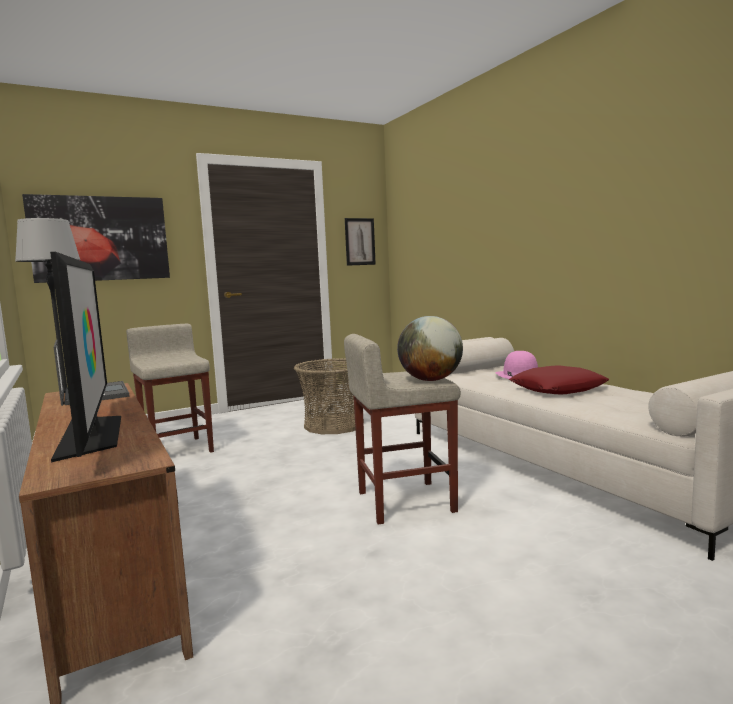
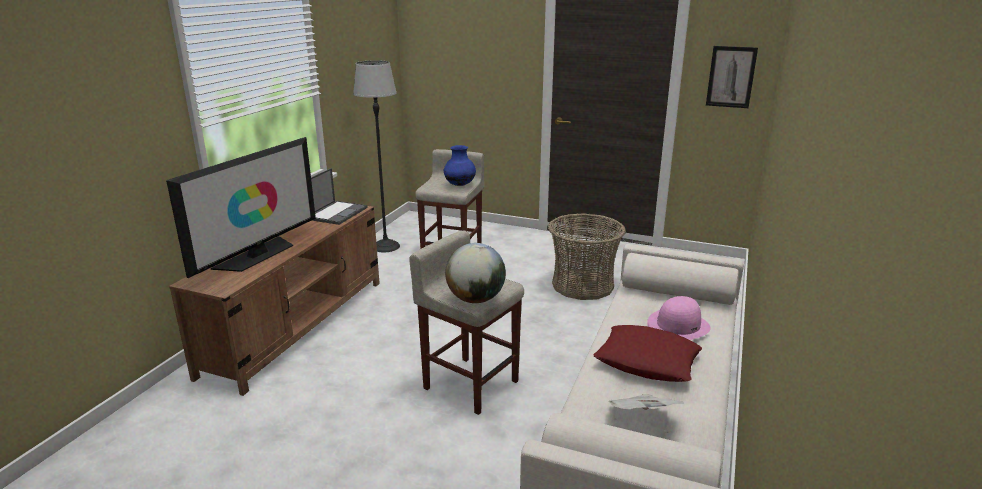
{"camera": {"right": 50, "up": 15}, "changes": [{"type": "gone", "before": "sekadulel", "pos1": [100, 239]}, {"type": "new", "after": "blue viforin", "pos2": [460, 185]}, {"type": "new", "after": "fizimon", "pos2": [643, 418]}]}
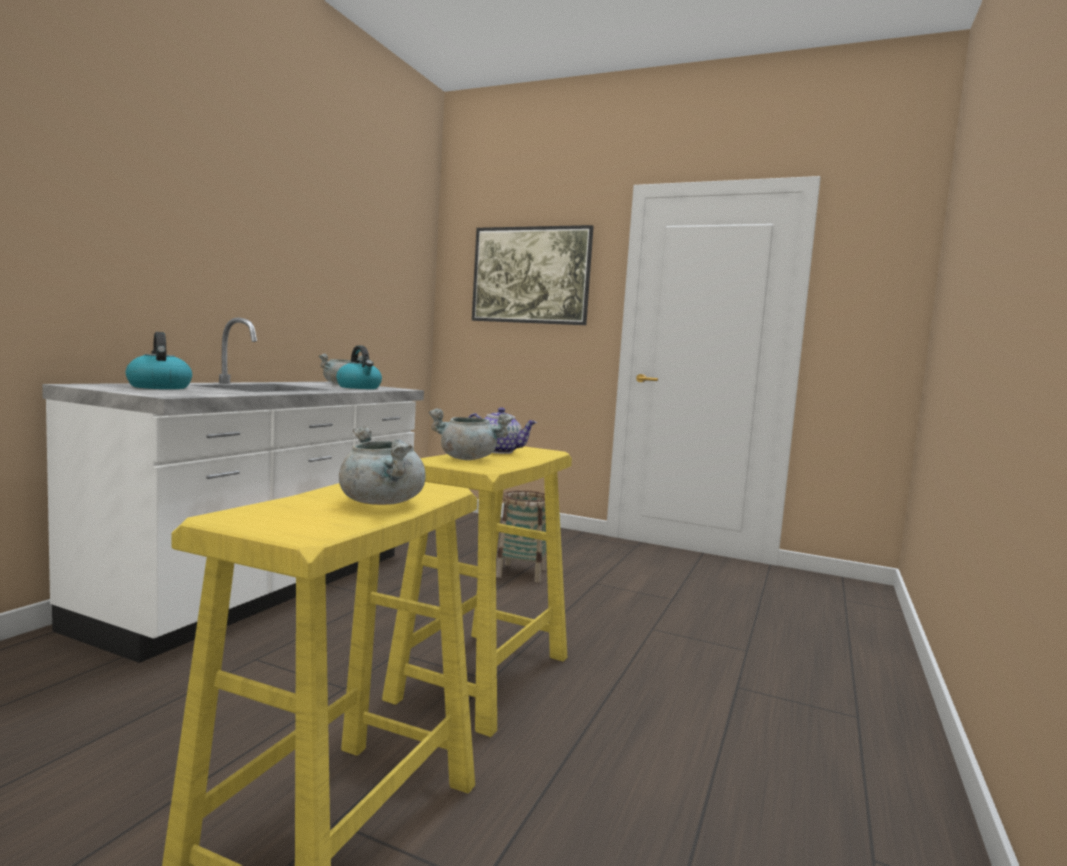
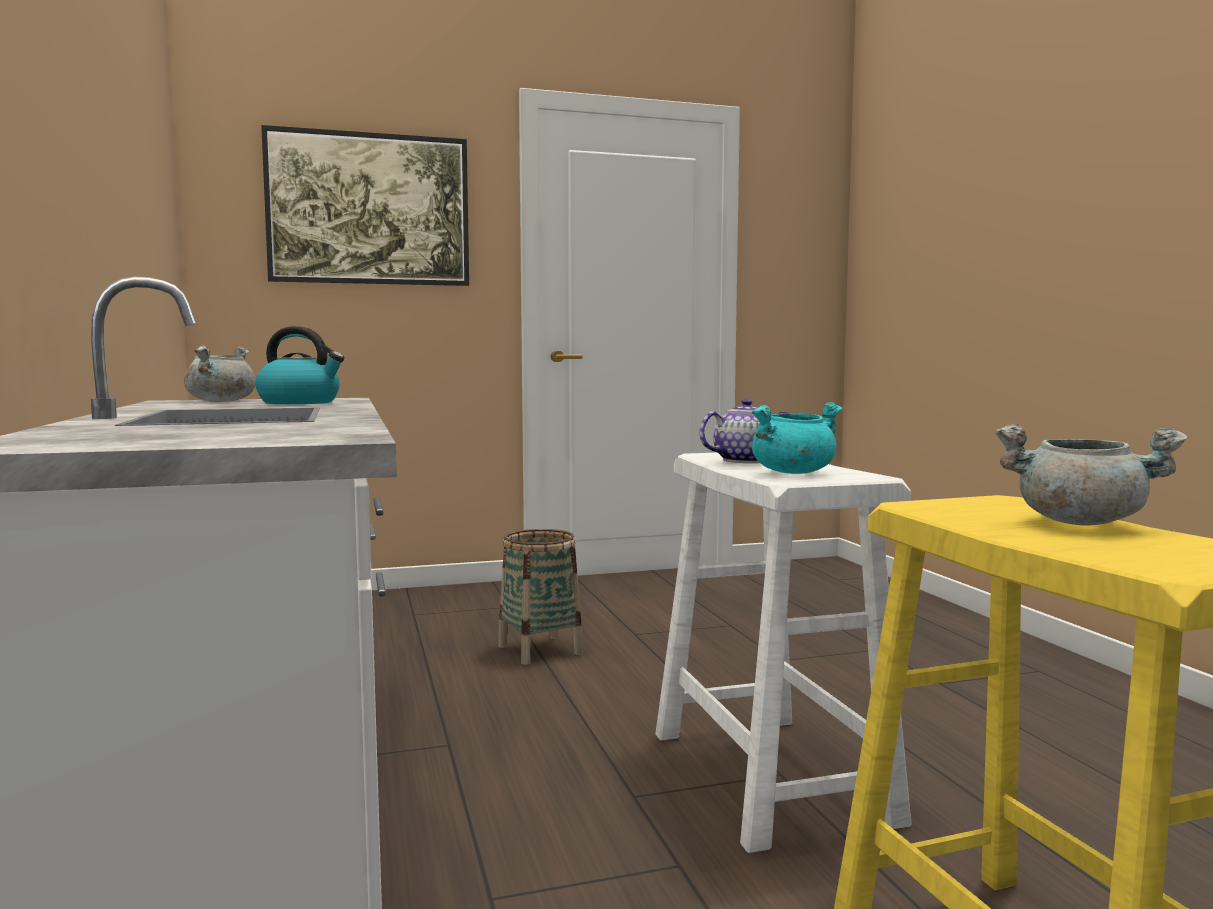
{"camera": {"right": -40, "up": 0}, "changes": [{"type": "gone", "before": "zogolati", "pos1": [159, 387]}, {"type": "repainted", "before": "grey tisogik", "after": "turquoise tisogik", "pos1": [468, 459], "pos2": [793, 472]}, {"type": "repainted", "before": "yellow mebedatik", "after": "white mebedatik", "pos1": [483, 677], "pos2": [769, 775]}]}
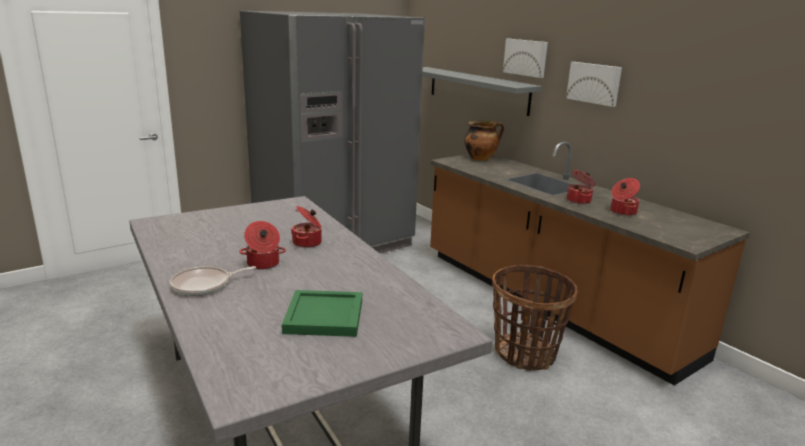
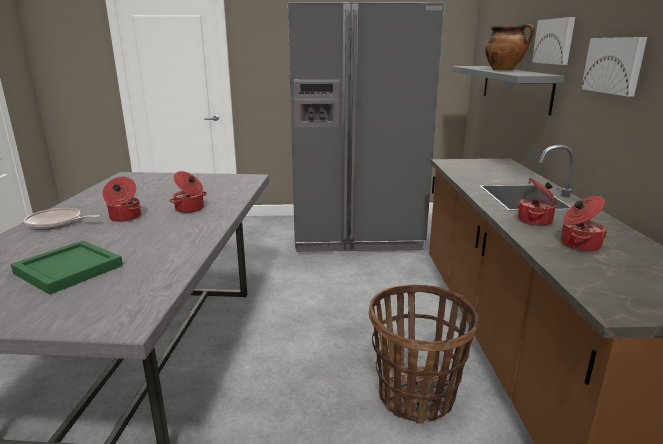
{"camera": {"right": 35, "up": 0}, "changes": [{"type": "shifted", "before": "tisogik", "pos1": [481, 158], "pos2": [504, 70]}]}
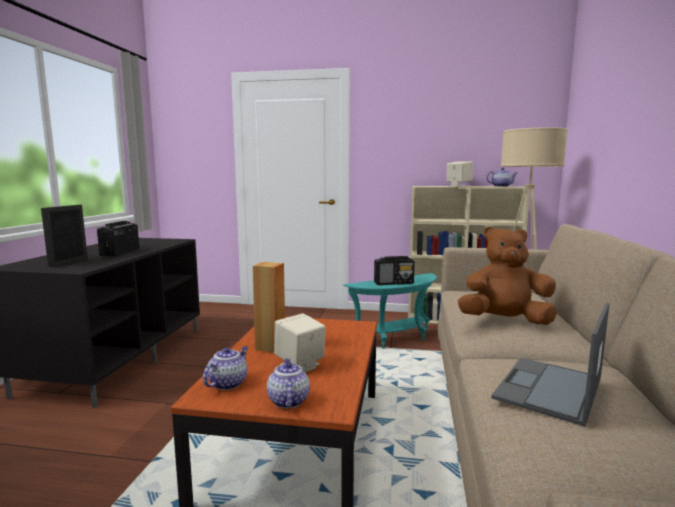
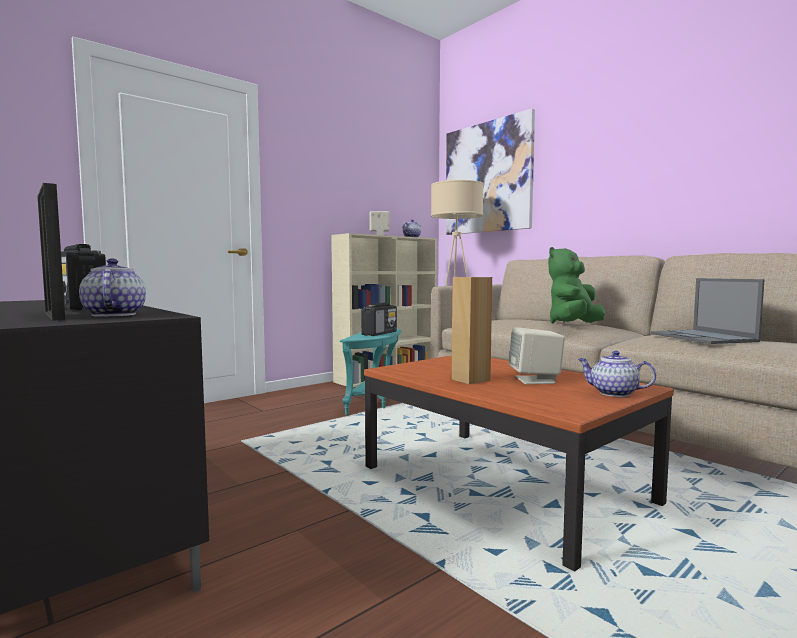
{"camera": {"right": -50, "up": -5}, "changes": [{"type": "repainted", "before": "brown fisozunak", "after": "green fisozunak", "pos1": [504, 321], "pos2": [573, 324]}, {"type": "shifted", "before": "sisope", "pos1": [228, 383], "pos2": [114, 315]}, {"type": "new", "after": "sekadulel", "pos2": [487, 177]}]}
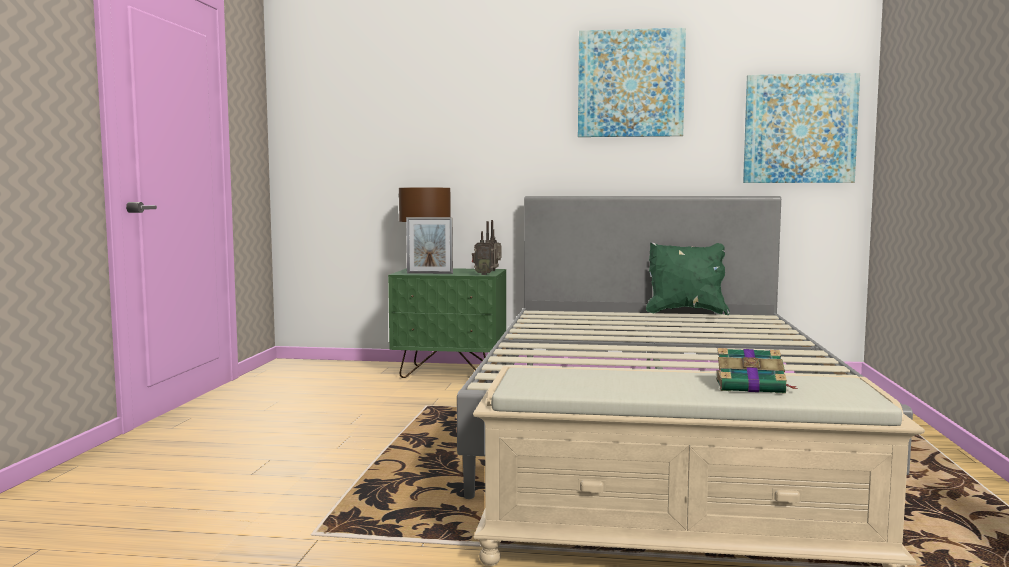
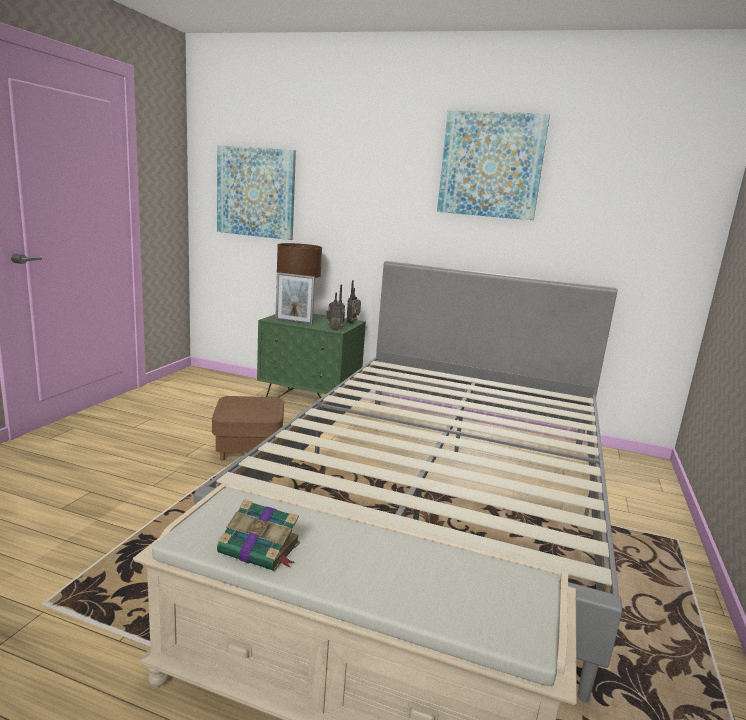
{"camera": {"right": 10, "up": 10}, "changes": [{"type": "shifted", "before": "sekadulel", "pos1": [799, 129], "pos2": [256, 192]}, {"type": "gone", "before": "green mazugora", "pos1": [685, 312]}, {"type": "shifted", "before": "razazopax", "pos1": [752, 386], "pos2": [261, 549]}, {"type": "new", "after": "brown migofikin", "pos2": [249, 448]}]}
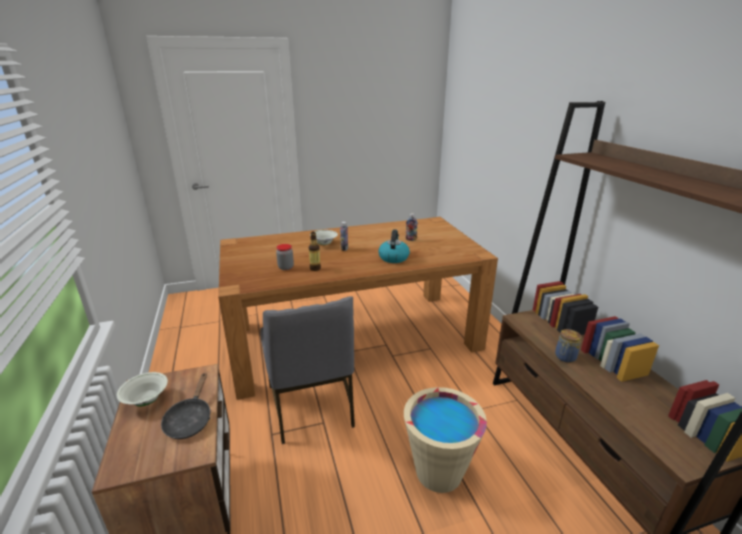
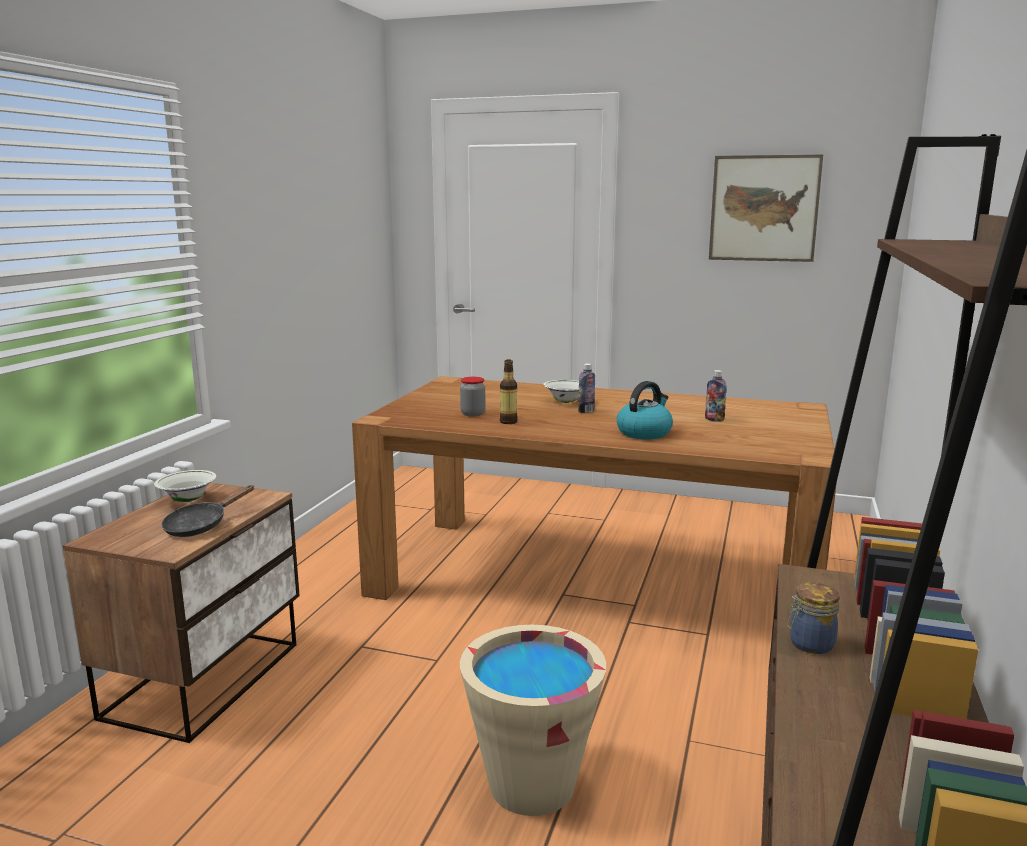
{"camera": {"right": 35, "up": -10}, "changes": [{"type": "gone", "before": "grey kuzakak", "pos1": [311, 406]}, {"type": "new", "after": "sekadulel", "pos2": [764, 208]}]}
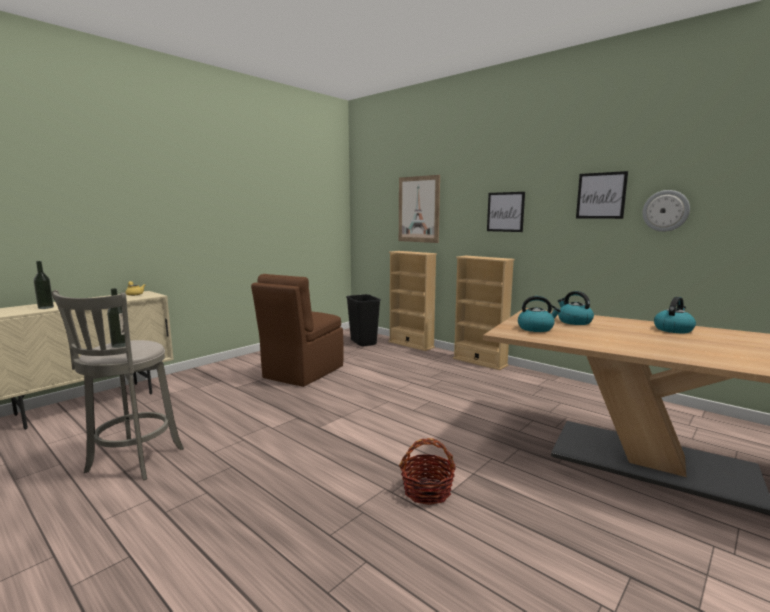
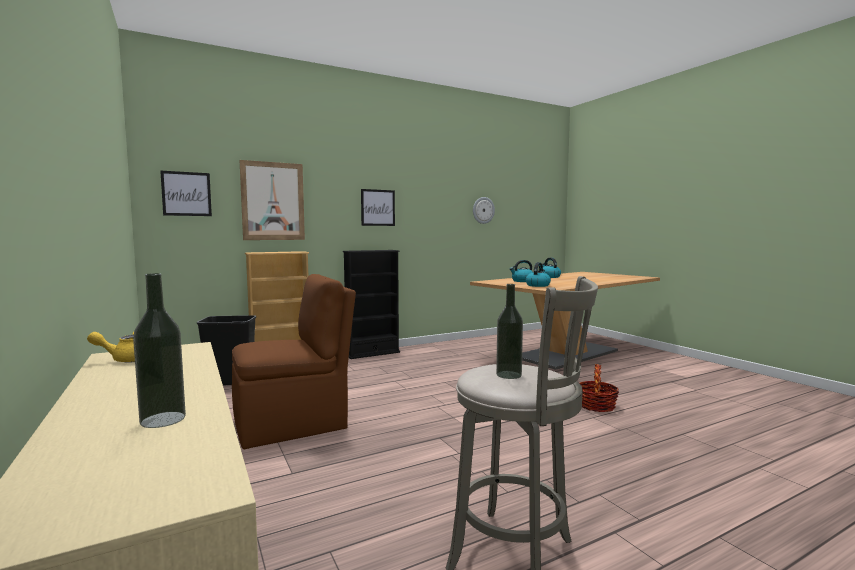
{"camera": {"right": -70, "up": -5}, "changes": [{"type": "shifted", "before": "sekadulel", "pos1": [601, 195], "pos2": [186, 194]}, {"type": "repainted", "before": "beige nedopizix", "after": "black nedopizix", "pos1": [480, 362], "pos2": [372, 353]}, {"type": "rotated", "before": "brown kuzakak", "pos1": [302, 372], "pos2": [294, 424], "turn": -75}]}
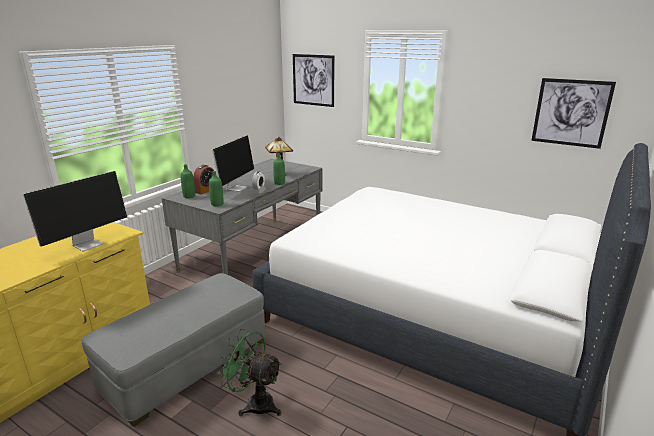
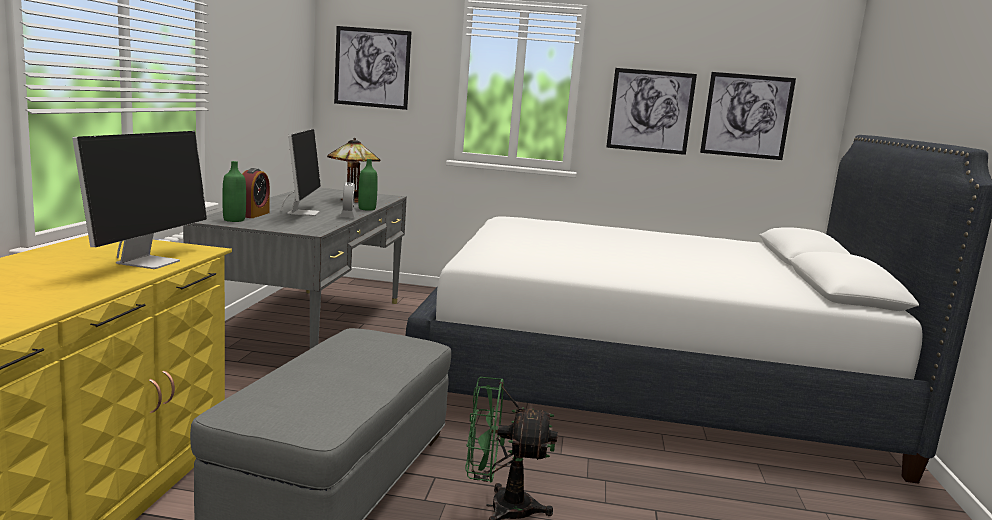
{"camera": {"right": -25, "up": -10}, "changes": [{"type": "gone", "before": "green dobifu", "pos1": [217, 204]}, {"type": "new", "after": "sekadulel", "pos2": [650, 111]}]}
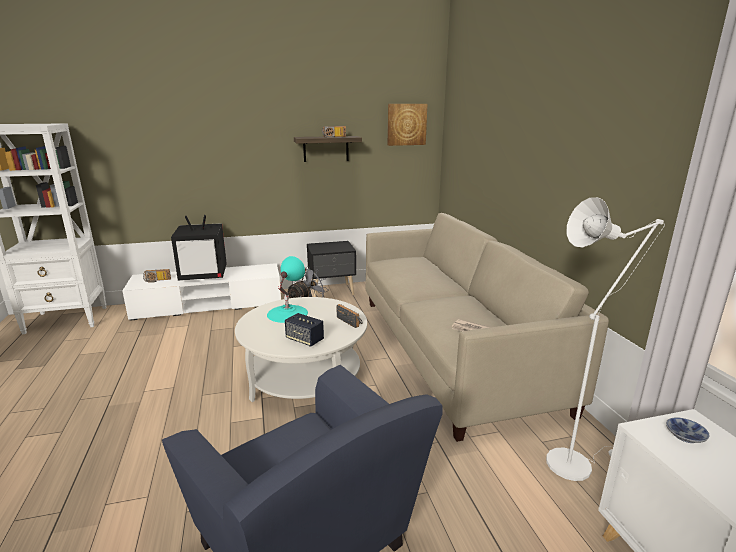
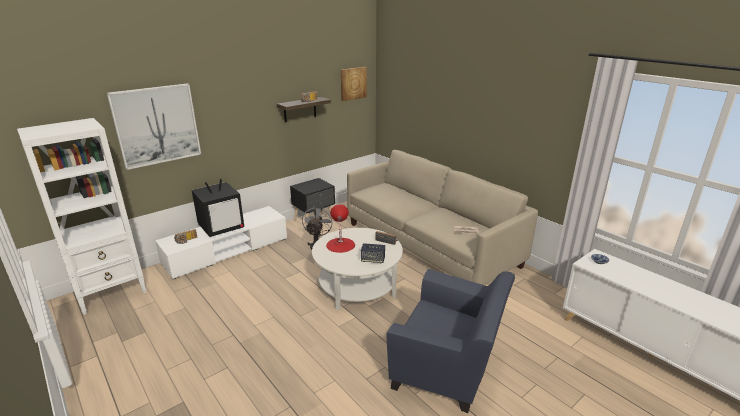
{"camera": {"right": -25, "up": 5}, "changes": [{"type": "gone", "before": "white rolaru", "pos1": [574, 461]}, {"type": "repainted", "before": "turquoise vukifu", "after": "red vukifu", "pos1": [287, 313], "pos2": [340, 245]}, {"type": "new", "after": "sekadulel", "pos2": [157, 125]}]}
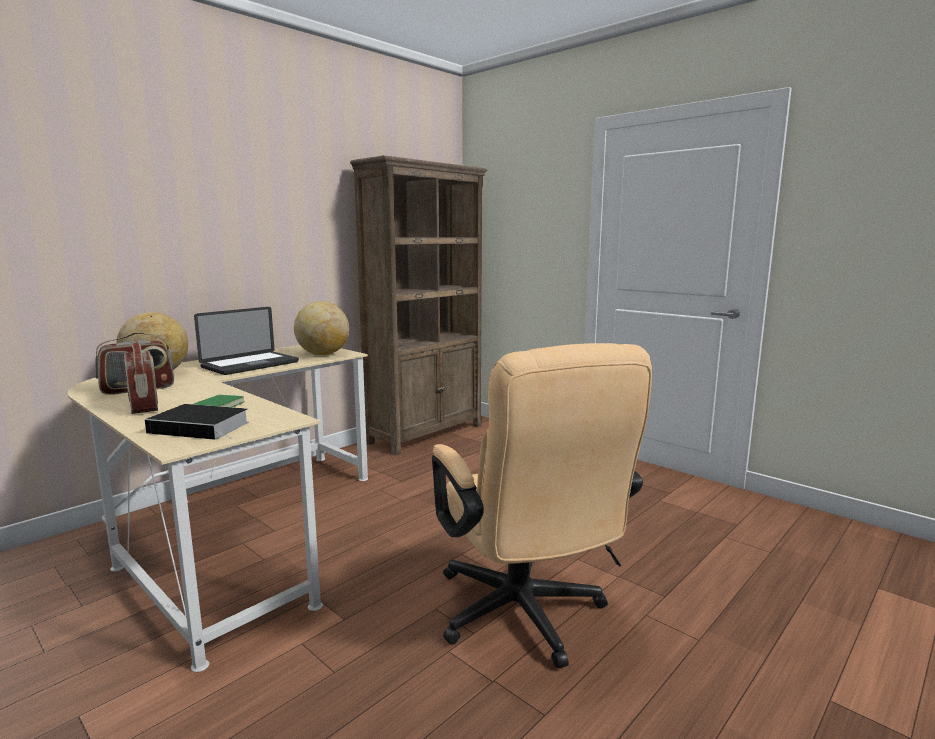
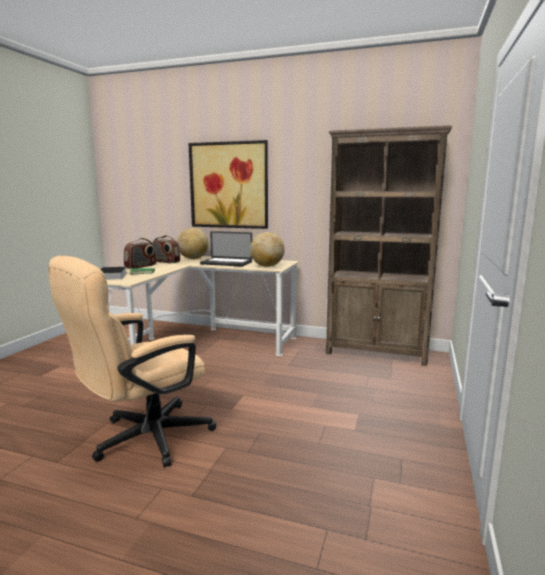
{"camera": {"right": 65, "up": 0}, "changes": [{"type": "new", "after": "sekadulel", "pos2": [229, 185]}]}
